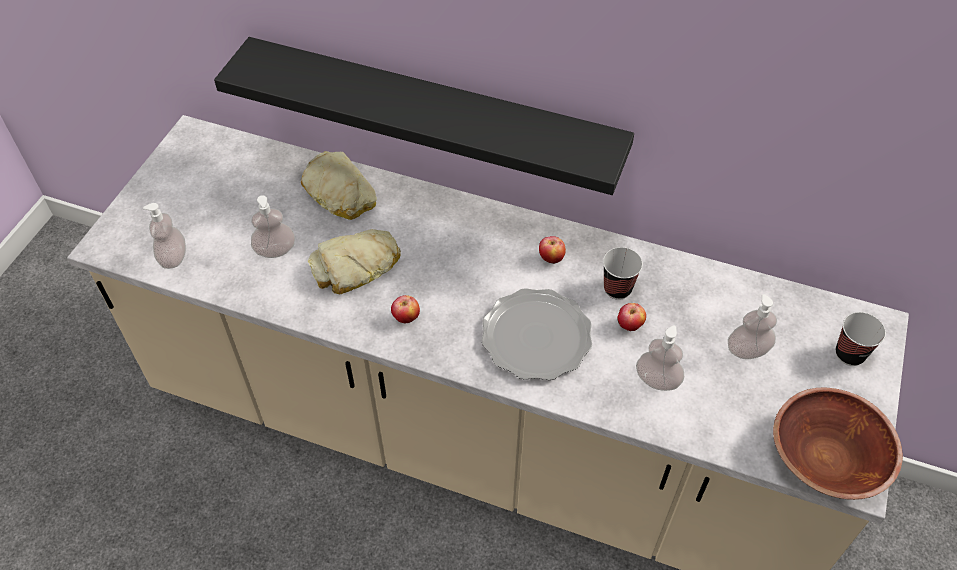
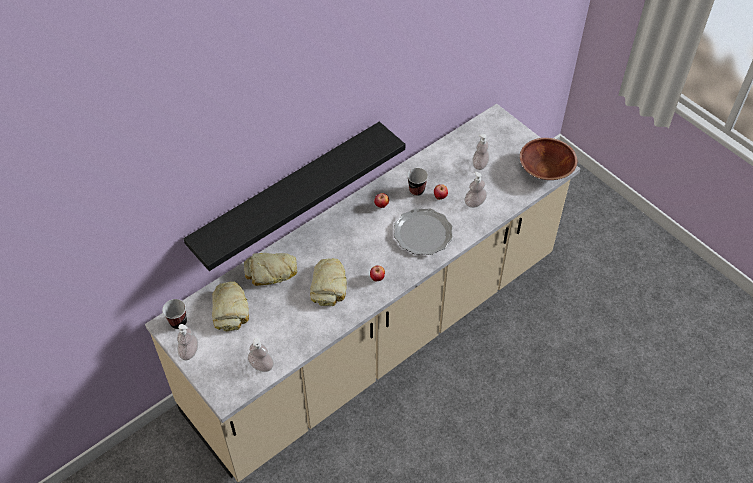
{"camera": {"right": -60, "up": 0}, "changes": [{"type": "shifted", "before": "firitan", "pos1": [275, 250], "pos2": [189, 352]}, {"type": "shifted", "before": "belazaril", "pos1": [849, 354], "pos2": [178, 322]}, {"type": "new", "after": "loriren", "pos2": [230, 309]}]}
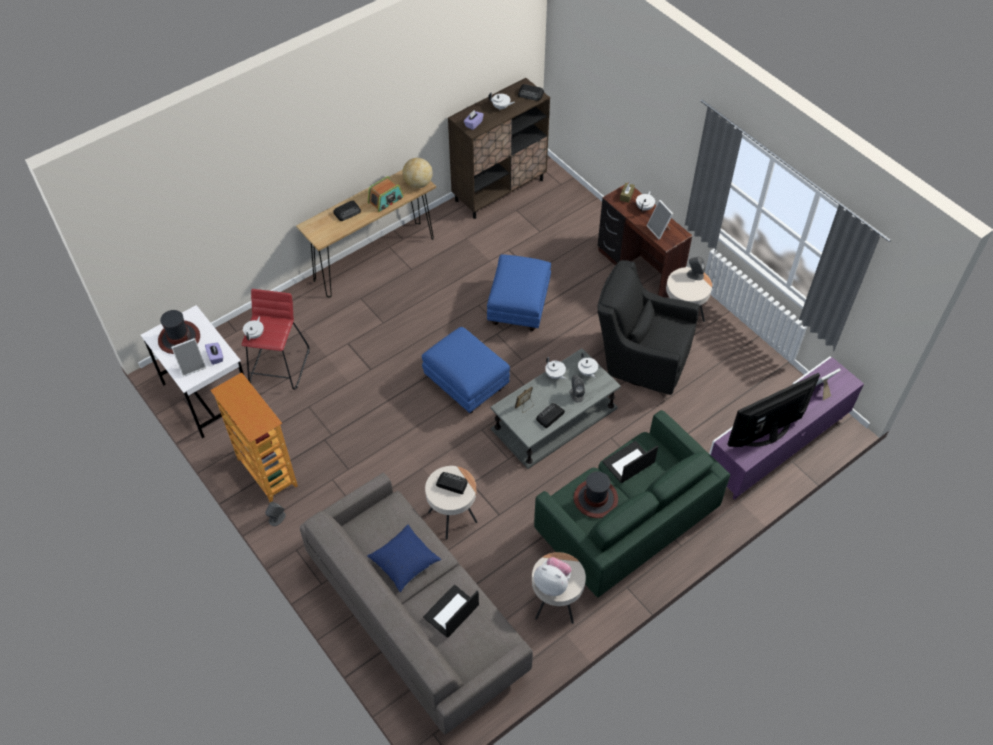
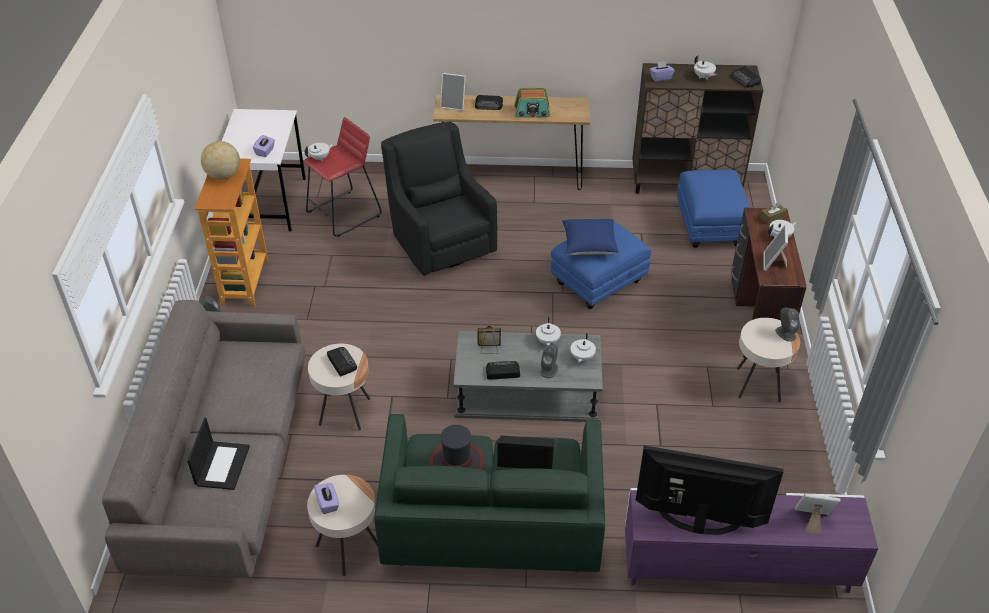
{"camera": {"right": 40, "up": -10}, "changes": [{"type": "shifted", "before": "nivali", "pos1": [418, 184], "pos2": [223, 175]}, {"type": "shifted", "before": "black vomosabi", "pos1": [640, 360], "pos2": [440, 243]}, {"type": "gone", "before": "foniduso", "pos1": [179, 338]}, {"type": "shifted", "before": "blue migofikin", "pos1": [465, 383], "pos2": [709, 226]}, {"type": "shifted", "before": "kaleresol", "pos1": [192, 366], "pos2": [453, 105]}, {"type": "shifted", "before": "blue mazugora", "pos1": [404, 563], "pos2": [589, 245]}, {"type": "swapped", "before": "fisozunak", "after": "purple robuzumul", "pos1": [552, 583], "pos2": [328, 503]}, {"type": "rotated", "before": "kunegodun", "pos1": [451, 612], "pos2": [222, 465], "turn": 105}]}
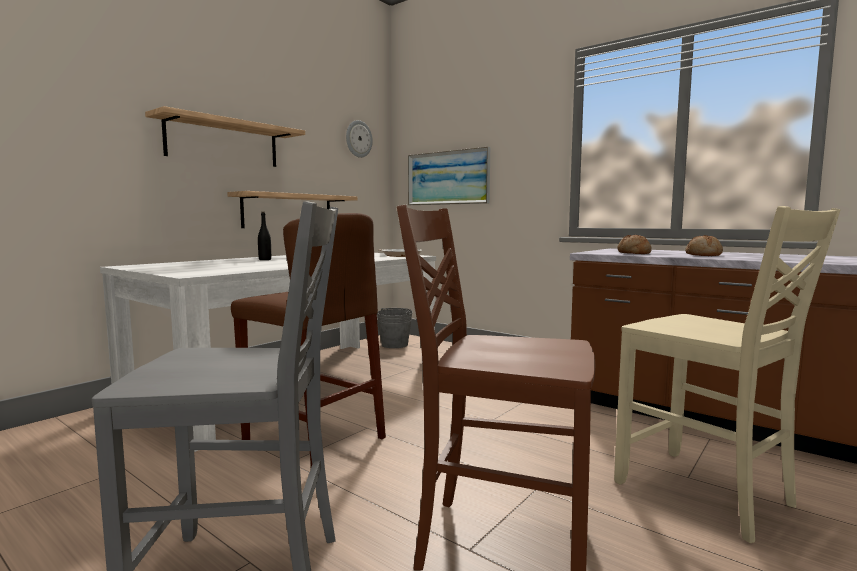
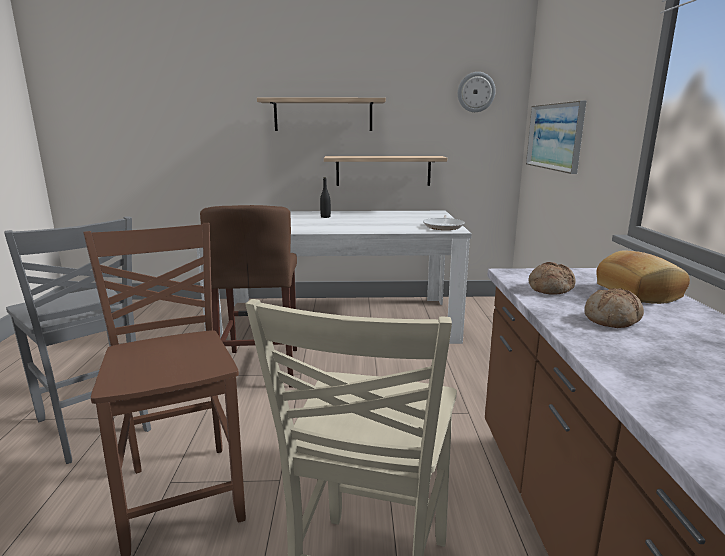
{"camera": {"right": 50, "up": 10}, "changes": [{"type": "gone", "before": "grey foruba", "pos1": [394, 345]}, {"type": "new", "after": "loriren", "pos2": [639, 292]}]}
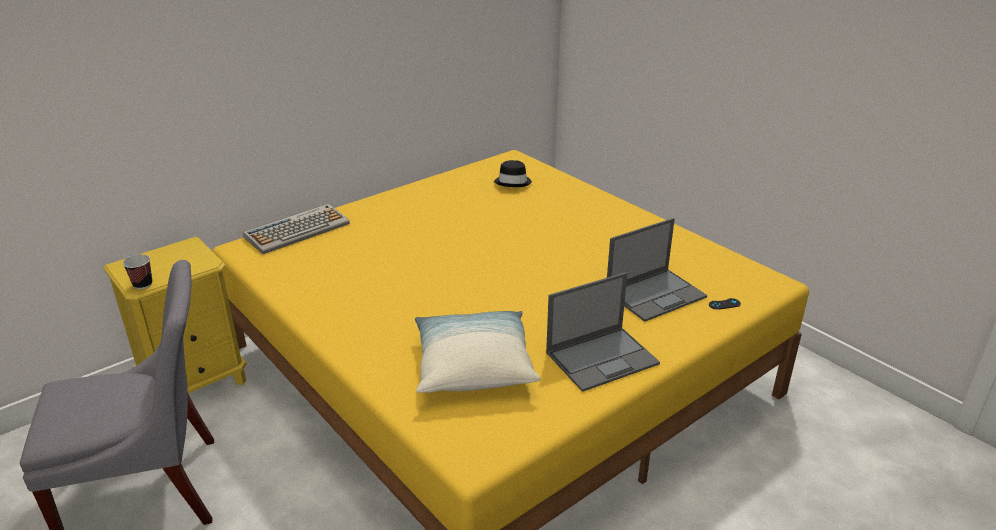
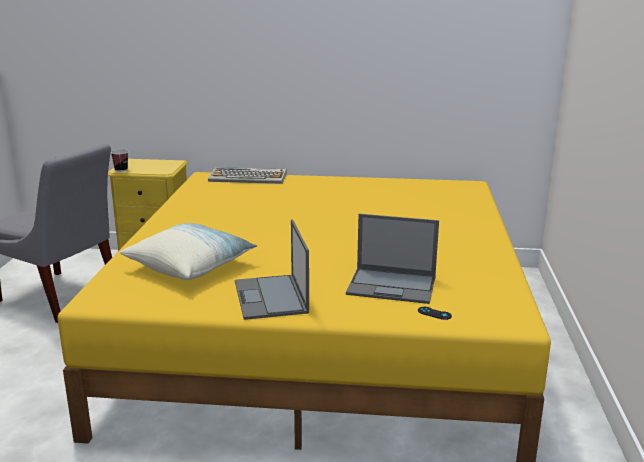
{"camera": {"right": 45, "up": -10}, "changes": [{"type": "gone", "before": "black foniduso", "pos1": [513, 182]}, {"type": "rotated", "before": "kunegodun", "pos1": [603, 358], "pos2": [271, 297], "turn": 60}]}
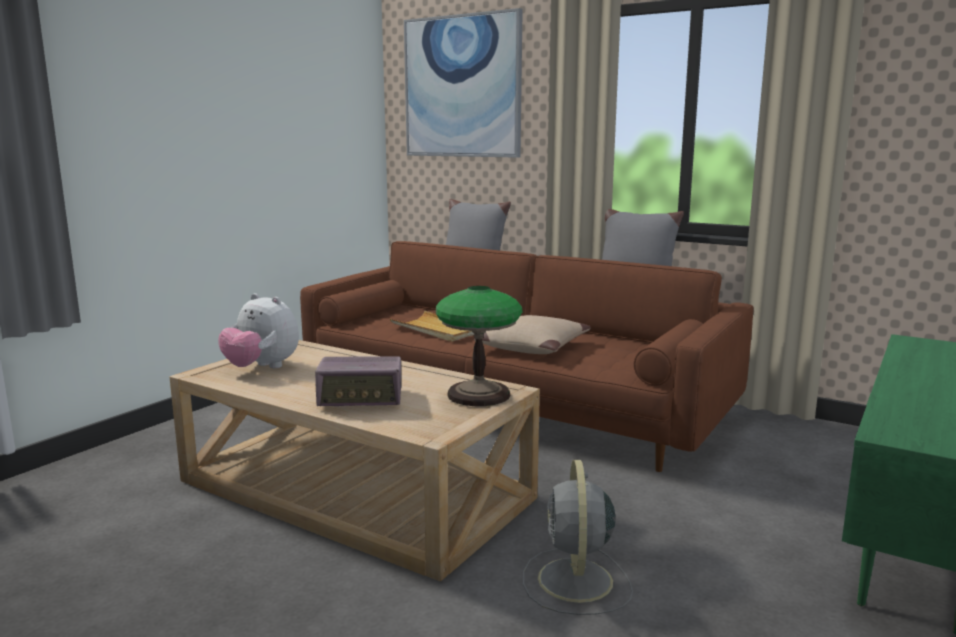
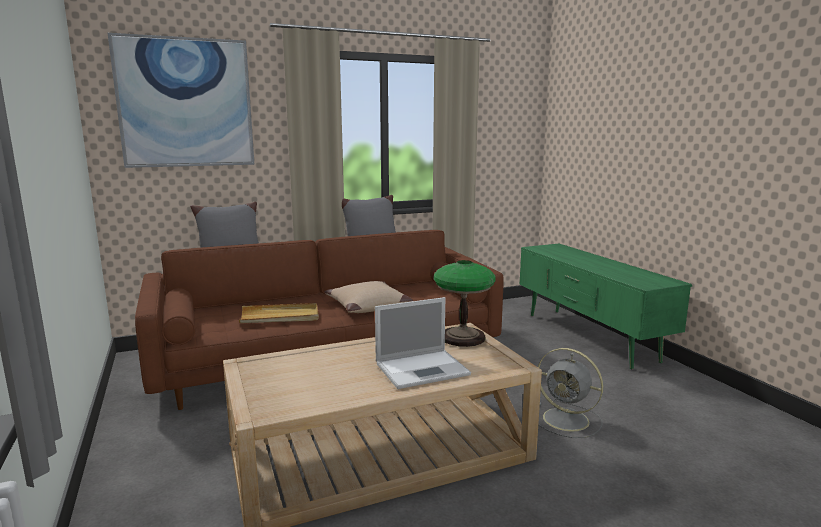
{"camera": {"right": -55, "up": 0}, "changes": [{"type": "gone", "before": "fisozunak", "pos1": [262, 368]}, {"type": "swapped", "before": "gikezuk", "after": "kunegodun", "pos1": [361, 398], "pos2": [423, 368]}]}
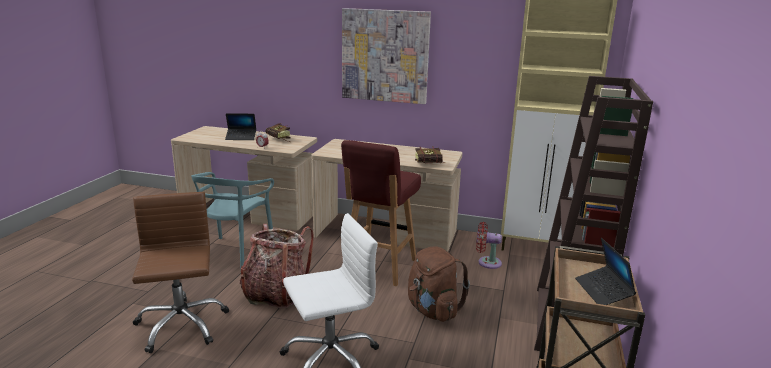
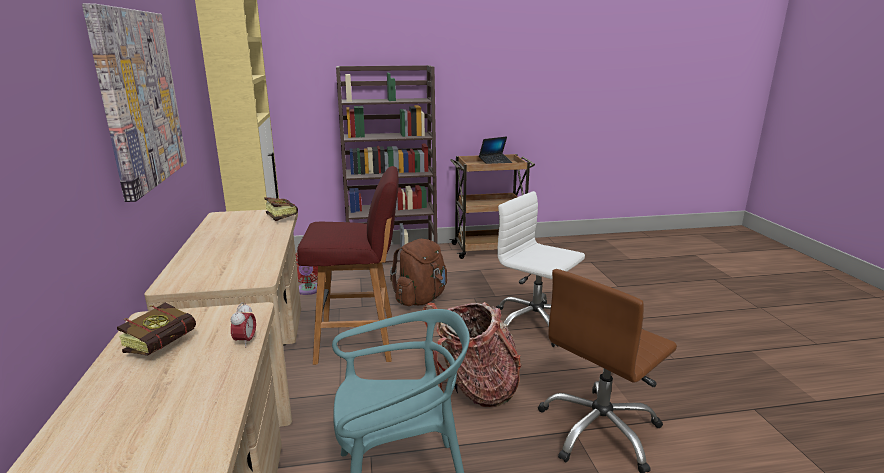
{"camera": {"right": -115, "up": 0}, "changes": [{"type": "gone", "before": "kunegodun", "pos1": [241, 137]}]}
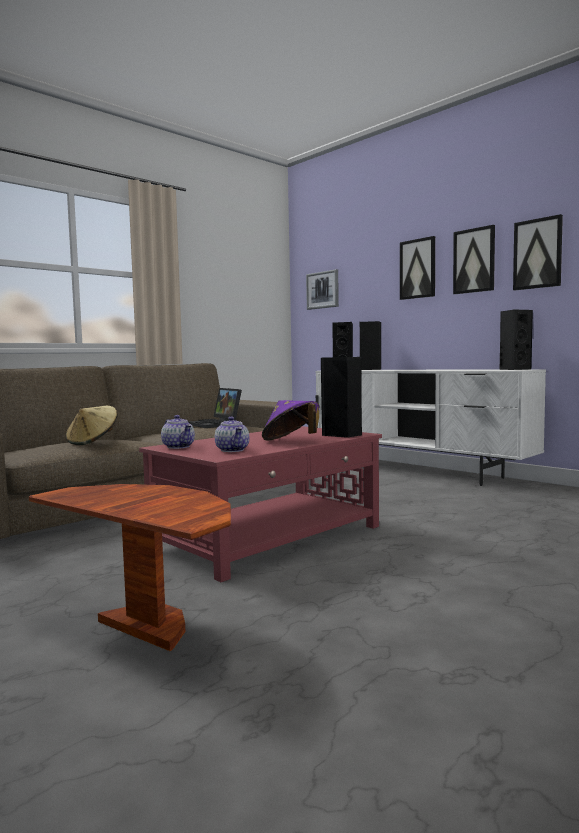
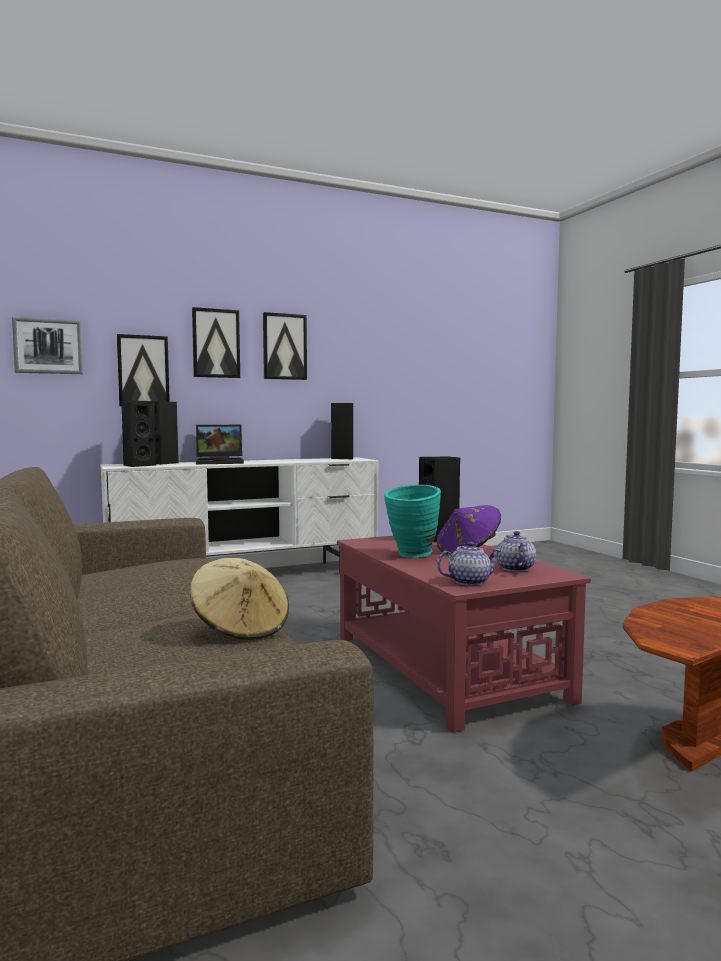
{"camera": {"right": -70, "up": 0}, "changes": [{"type": "shifted", "before": "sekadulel", "pos1": [537, 254], "pos2": [143, 371]}, {"type": "shifted", "before": "kunegodun", "pos1": [216, 424], "pos2": [221, 462]}, {"type": "rotated", "before": "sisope", "pos1": [233, 450], "pos2": [514, 568], "turn": -90}, {"type": "new", "after": "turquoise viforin", "pos2": [412, 556]}]}
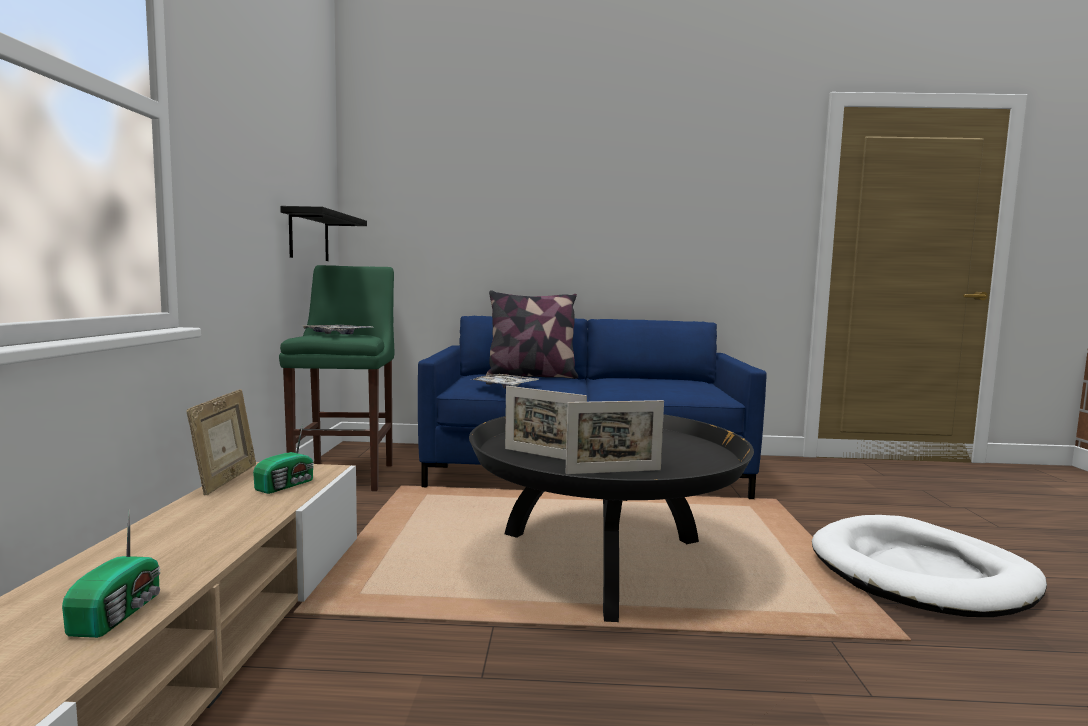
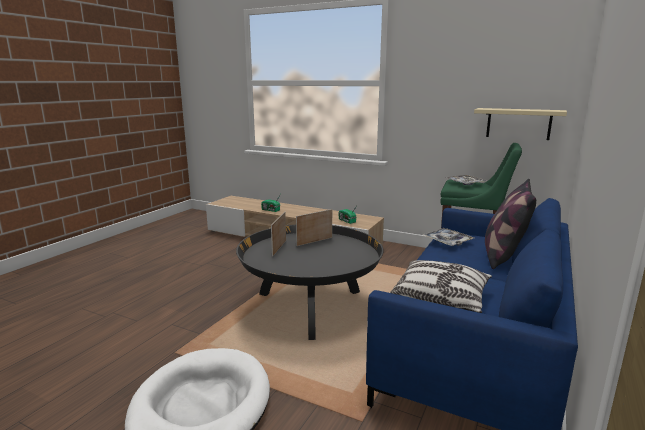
{"camera": {"right": 115, "up": 10}, "changes": [{"type": "repainted", "before": "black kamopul", "after": "beige kamopul", "pos1": [309, 236], "pos2": [518, 123]}, {"type": "gone", "before": "kaleresol", "pos1": [226, 480]}, {"type": "new", "after": "mazugora", "pos2": [440, 299]}]}
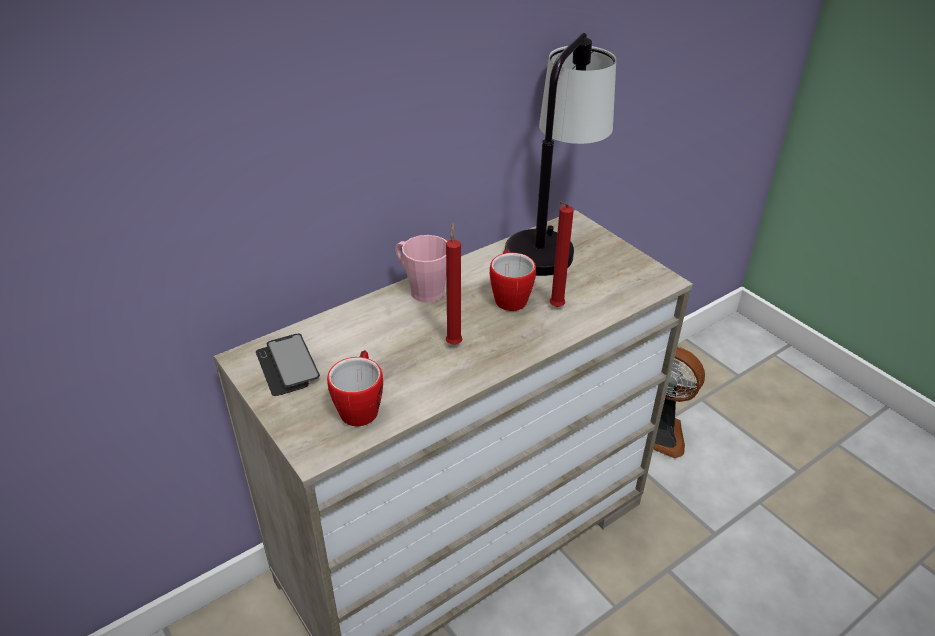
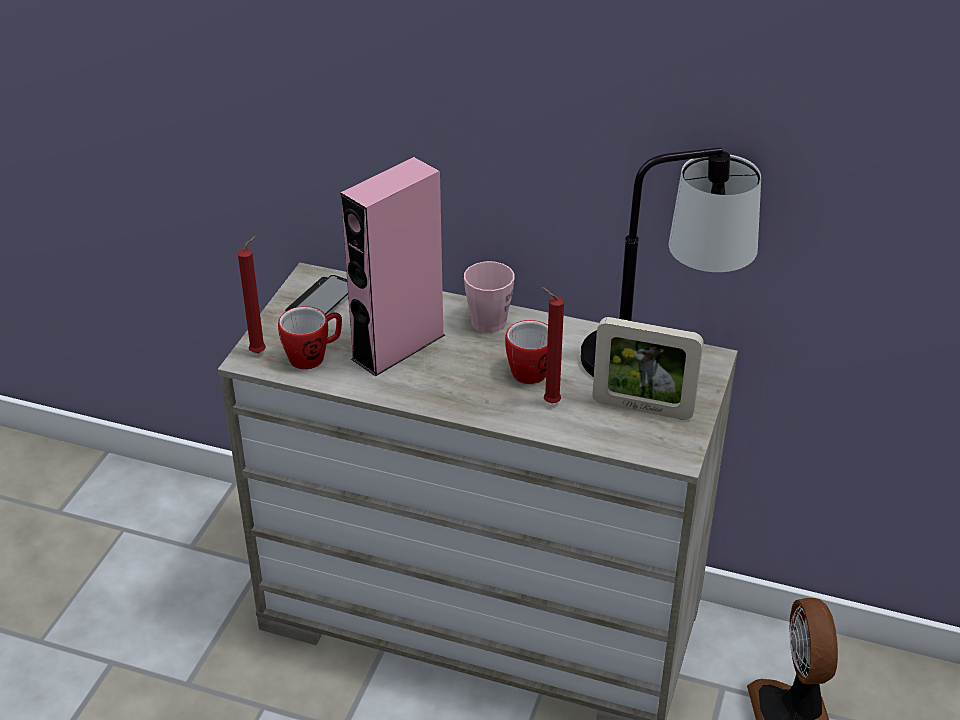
{"camera": {"right": 55, "up": 0}, "changes": [{"type": "shifted", "before": "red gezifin", "pos1": [454, 342], "pos2": [260, 352]}, {"type": "new", "after": "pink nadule", "pos2": [398, 347]}, {"type": "new", "after": "kaleresol", "pos2": [642, 408]}]}
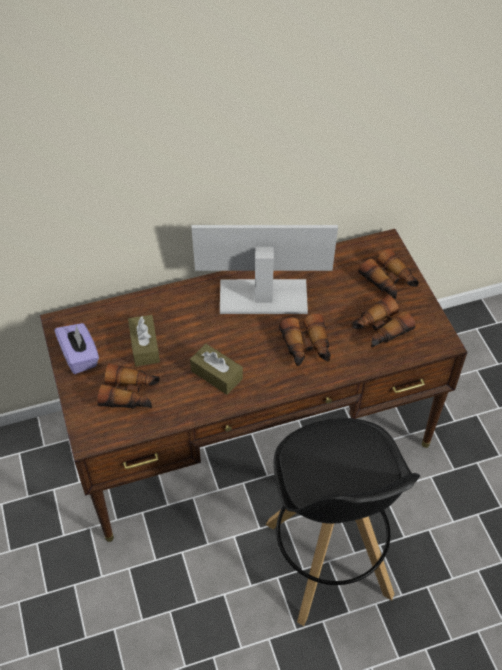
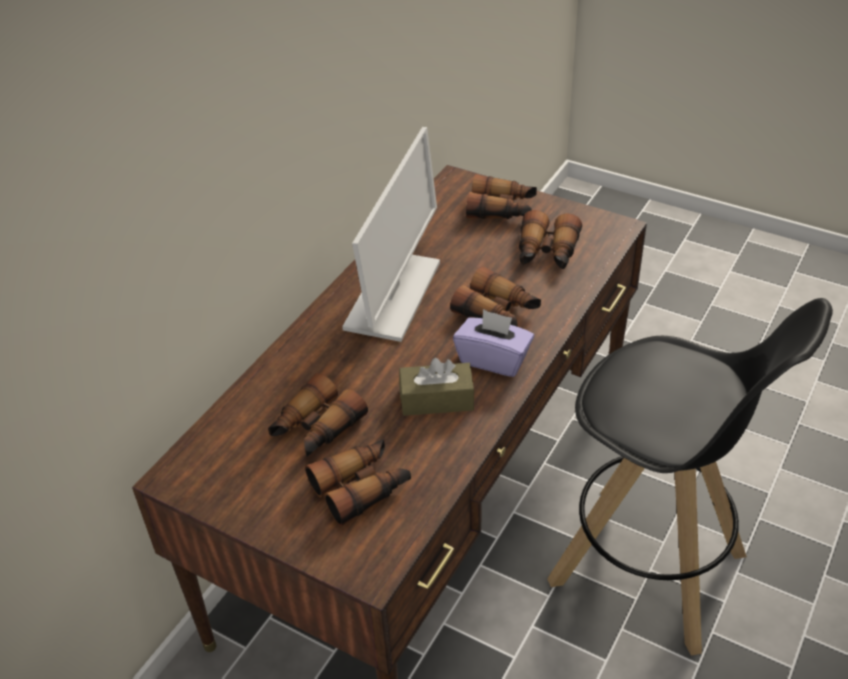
{"camera": {"right": -40, "up": -10}, "changes": [{"type": "rotated", "before": "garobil", "pos1": [264, 297], "pos2": [393, 296], "turn": 150}, {"type": "swapped", "before": "brown robuzumul", "after": "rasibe", "pos1": [144, 346], "pos2": [316, 428]}, {"type": "shifted", "before": "purple robuzumul", "pos1": [80, 356], "pos2": [493, 359]}]}
